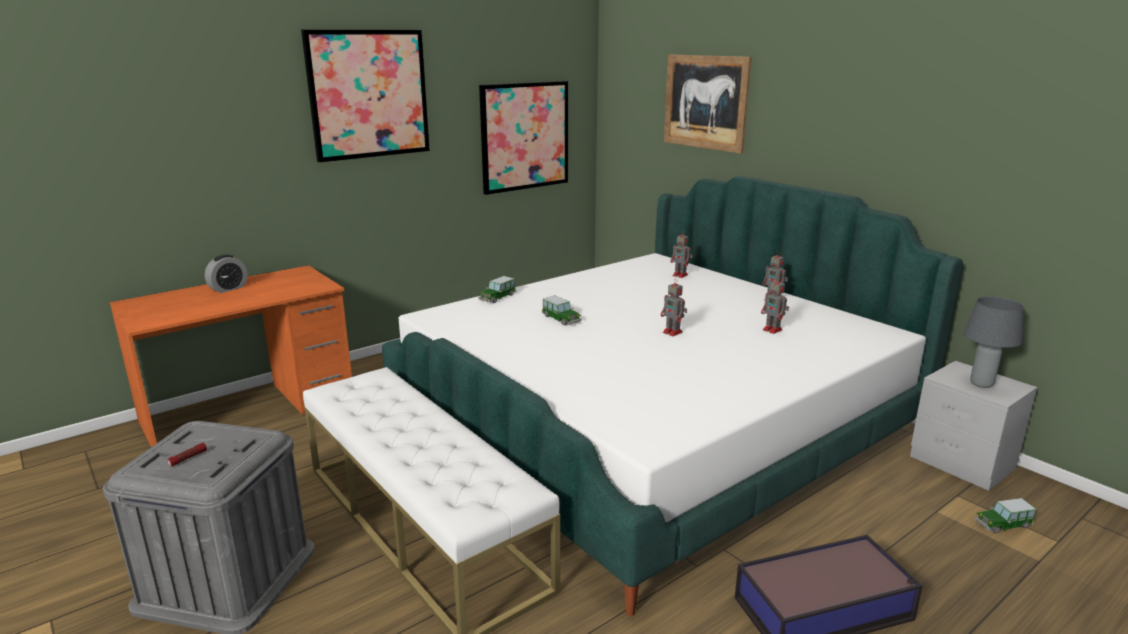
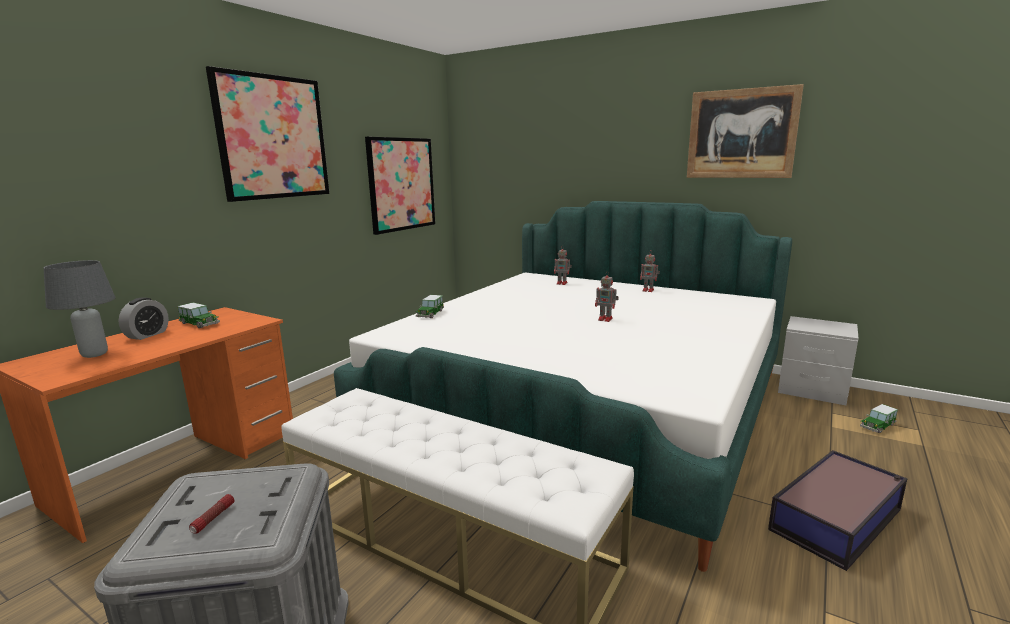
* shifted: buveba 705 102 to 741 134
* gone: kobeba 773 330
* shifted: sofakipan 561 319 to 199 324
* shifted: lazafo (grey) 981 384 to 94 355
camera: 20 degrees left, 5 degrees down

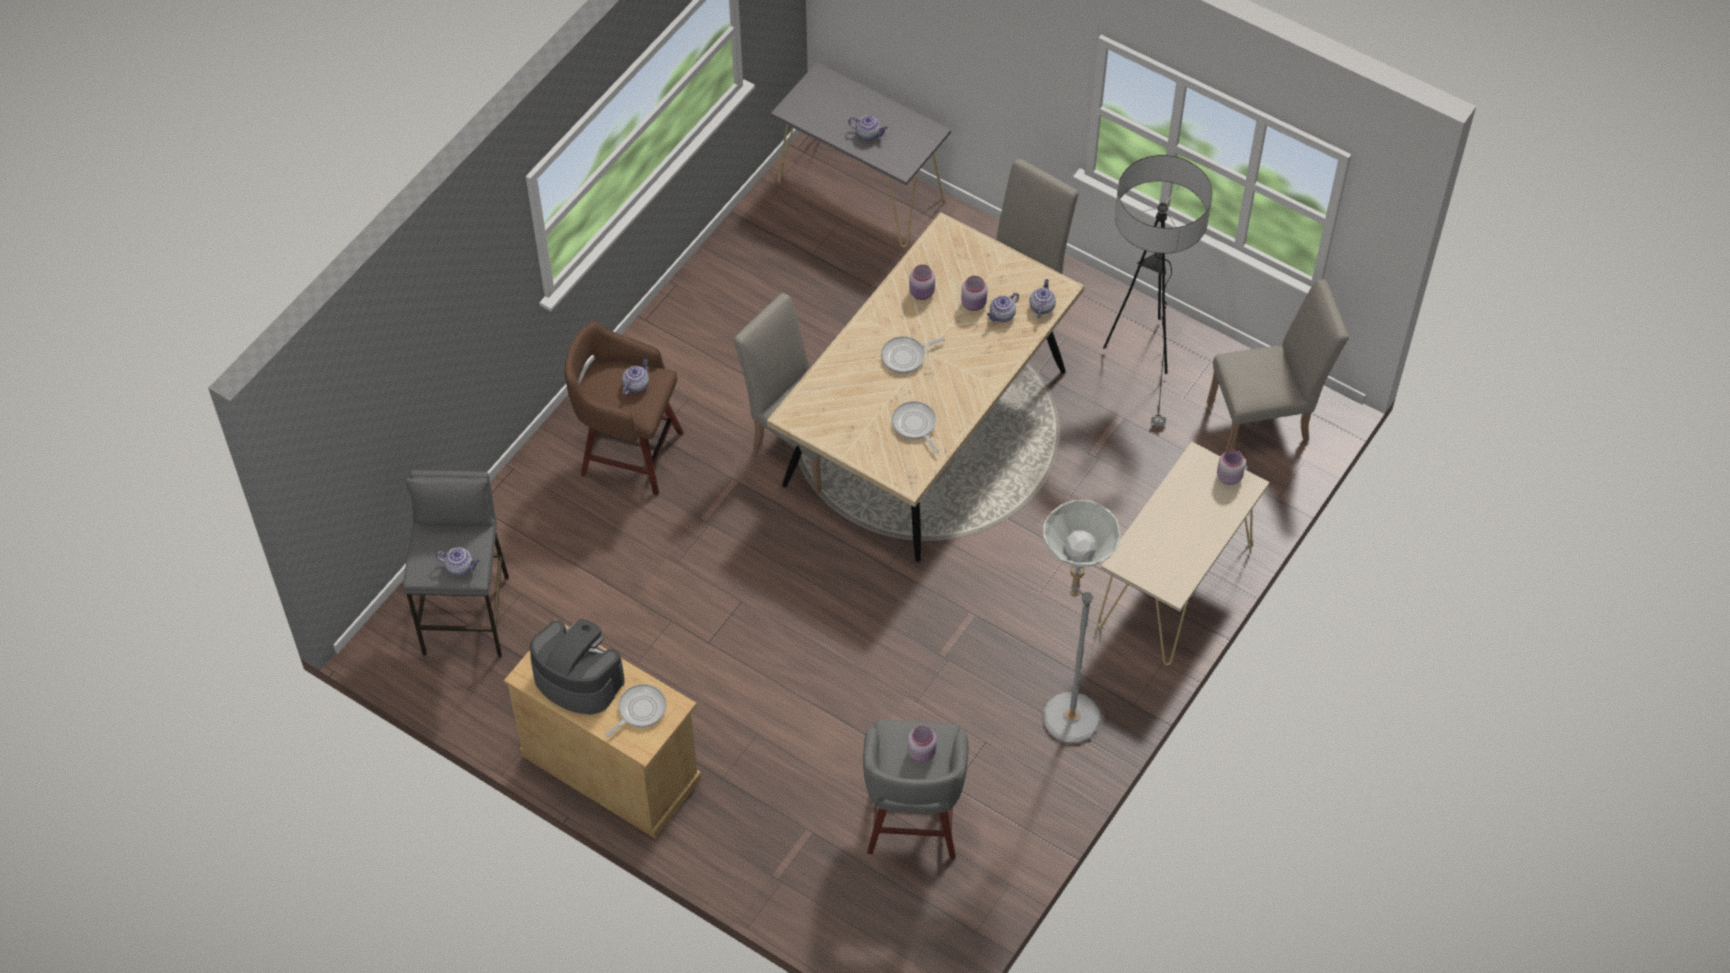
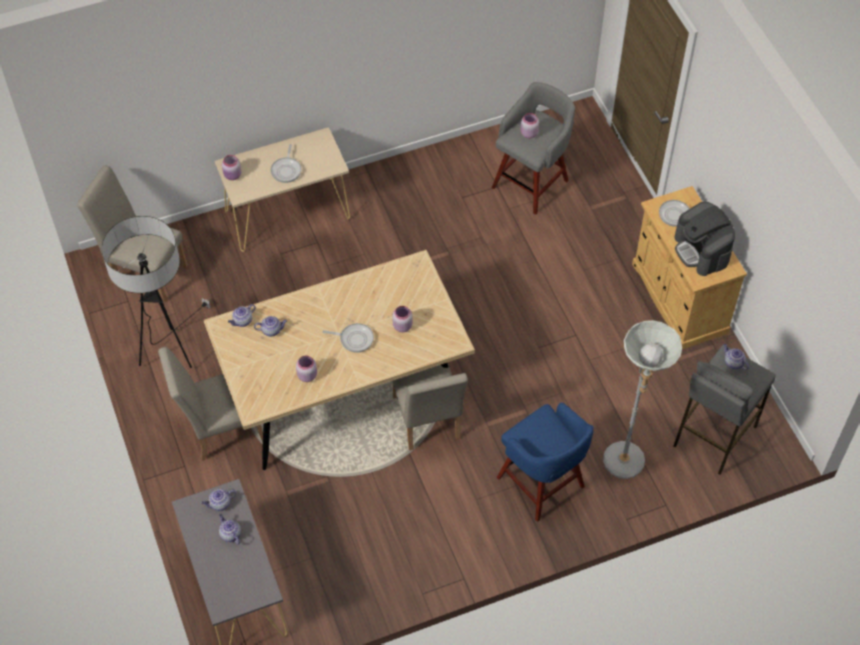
* shifted: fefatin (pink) 974 304 to 402 326
* repainted: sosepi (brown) 628 452 to sosepi (blue) 542 484
* shifted: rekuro 636 384 to 220 504
* shifted: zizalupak 915 425 to 286 170
* shifted: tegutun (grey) 1063 709 to 624 468
camera: 145 degrees left, 0 degrees up

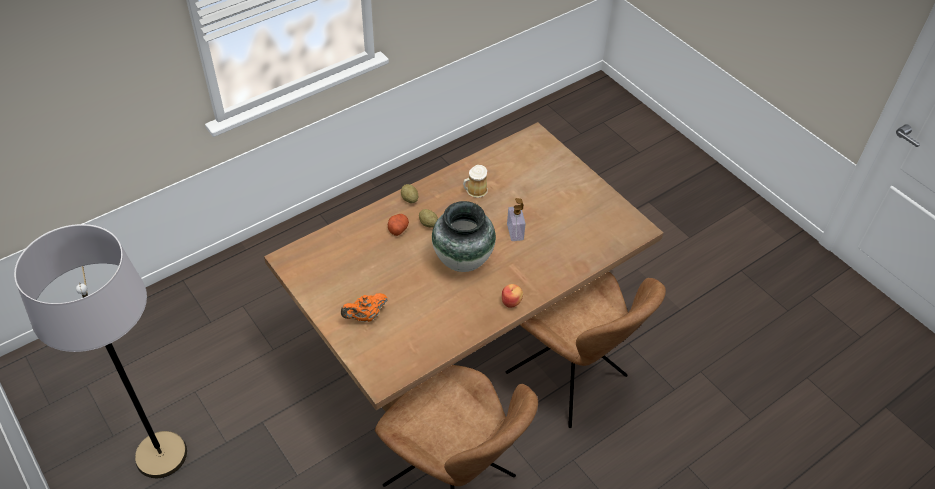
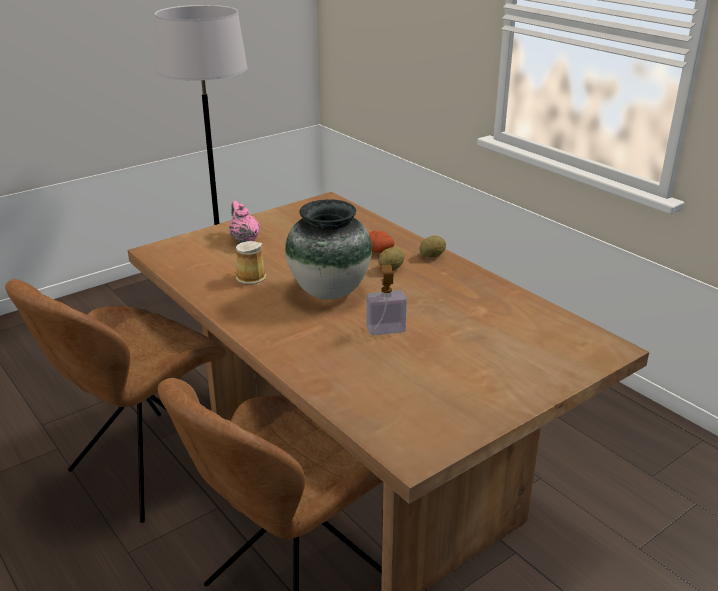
* shifted: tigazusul 475 190 to 250 276
* gone: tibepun 511 301
* repainted: rekuro (orange) 365 316 to rekuro (pink) 244 239
camera: 90 degrees right, 20 degrees down

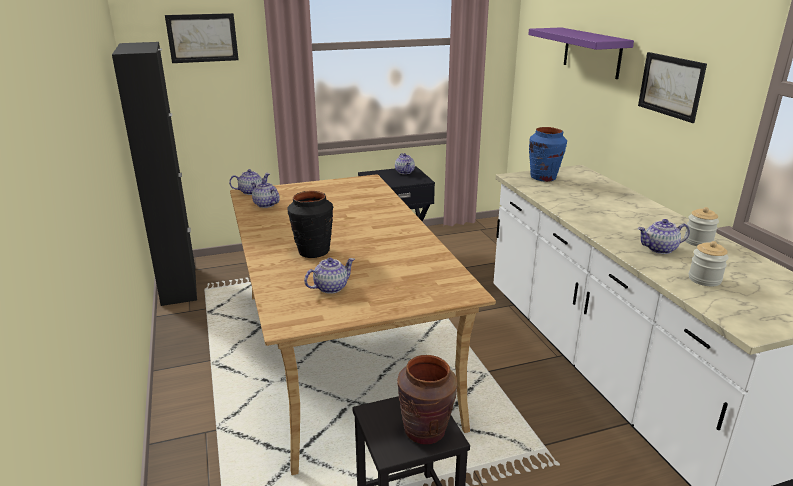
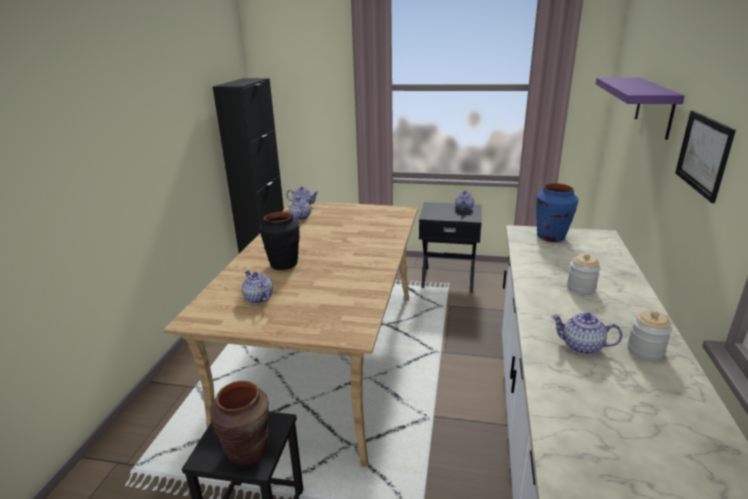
* gone: buveba 202 38
* shifted: fefatin 704 279 to 581 287
* rotated: rekuro 331 287 = 258 298 120 degrees counterclockwise
camera: 30 degrees right, 0 degrees up

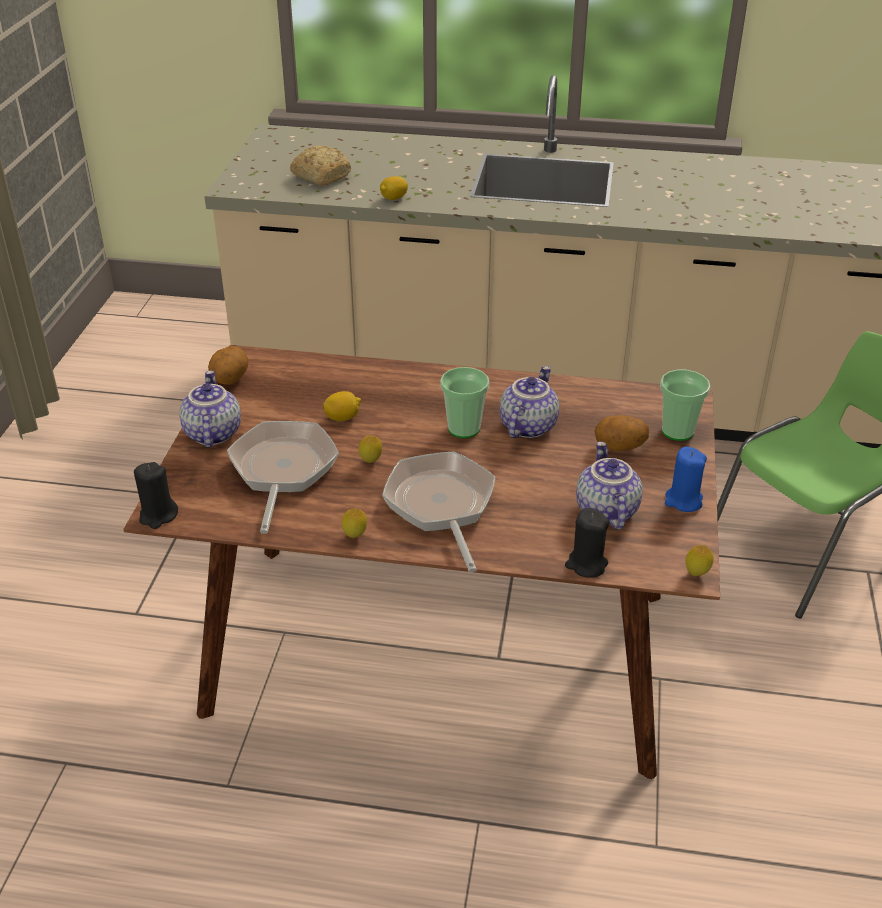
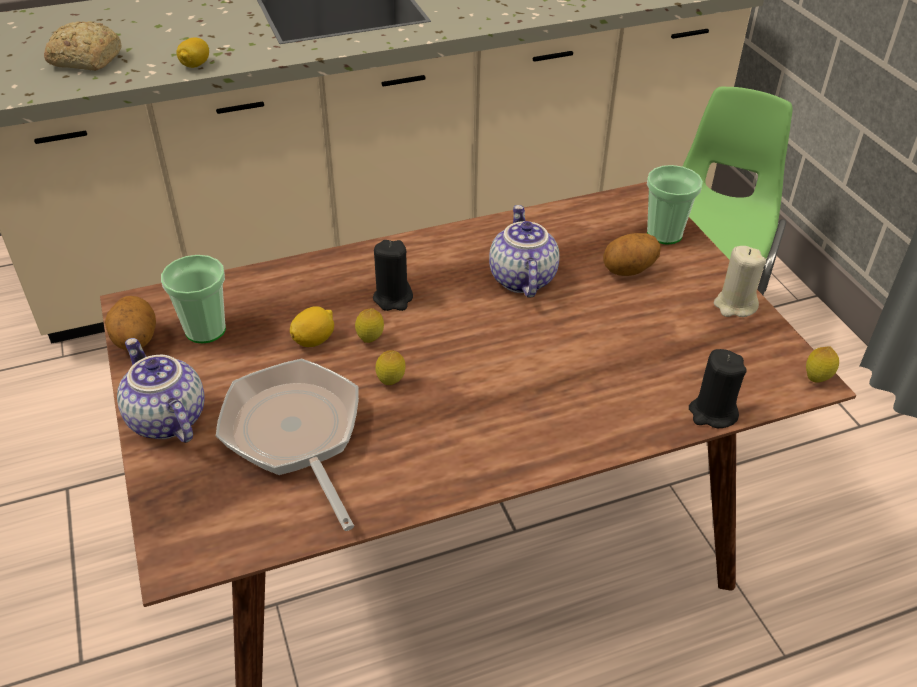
* shifted: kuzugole 464 428 to 205 330
* gone: rekuro 605 511
* repainted: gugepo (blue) 683 501 to gugepo (beige) 734 305
* gone: zizalupak 441 506
* shifted: gugepo (black) 158 515 to 393 298
* shifted: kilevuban 355 536 to 370 340
camera: 30 degrees left, 5 degrees up

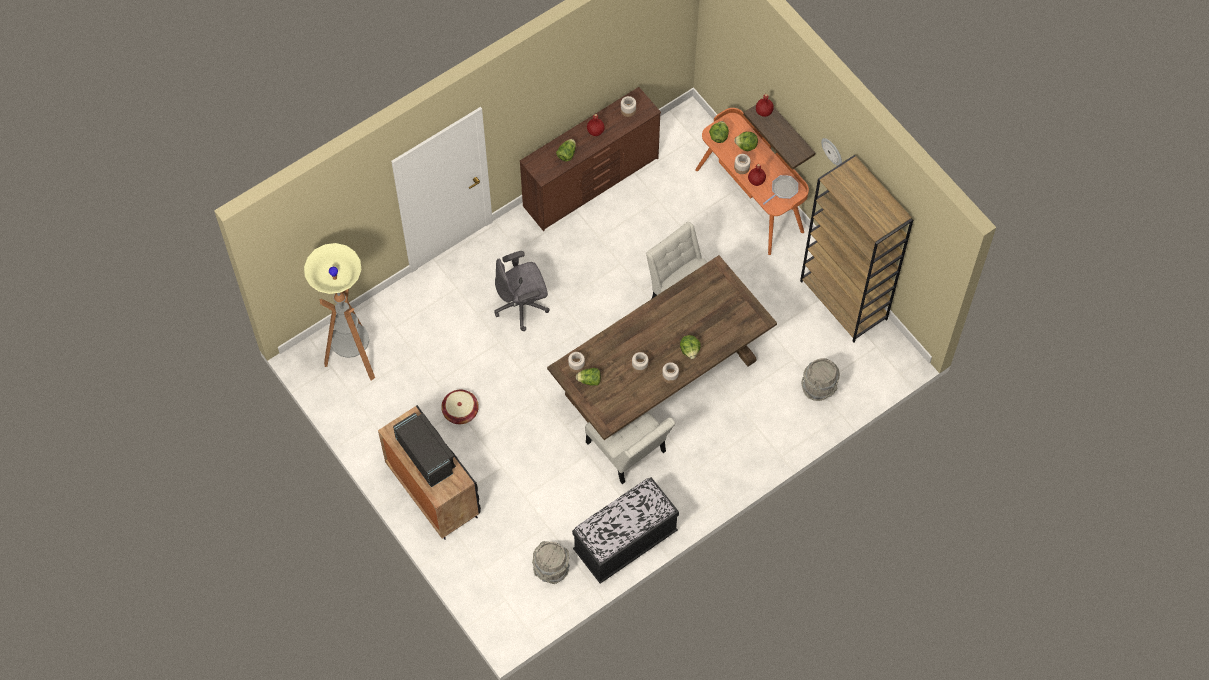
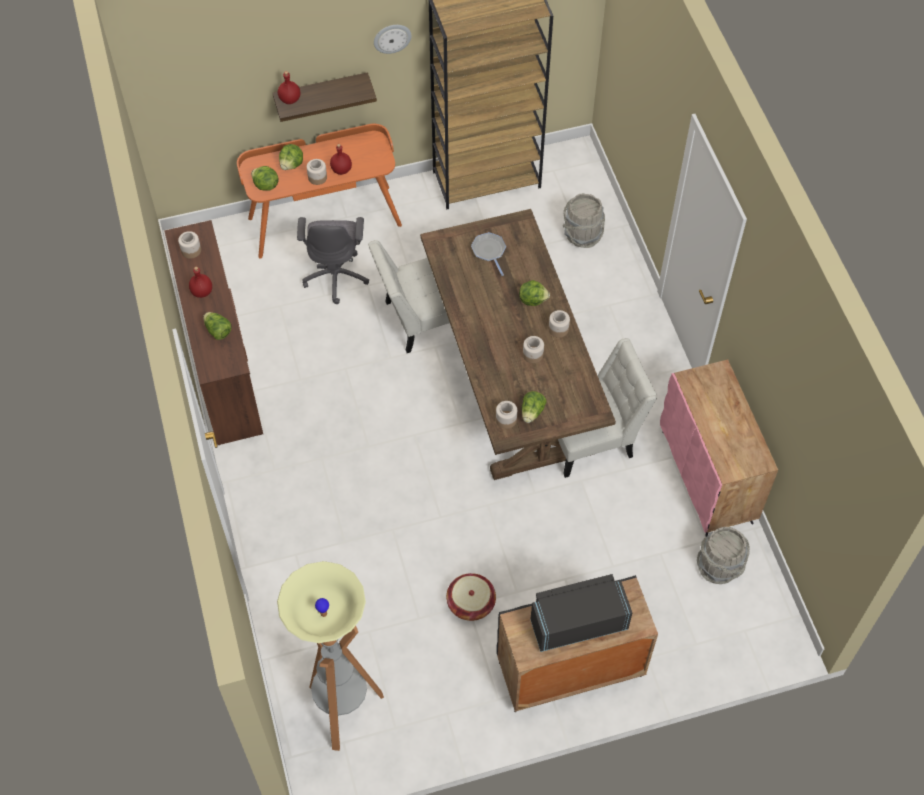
* shifted: zizalupak 783 190 to 489 251
* shifted: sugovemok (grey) 522 306 to 336 276
* swapped: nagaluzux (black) 625 542 to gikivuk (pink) 707 477
camera: 70 degrees left, 5 degrees down

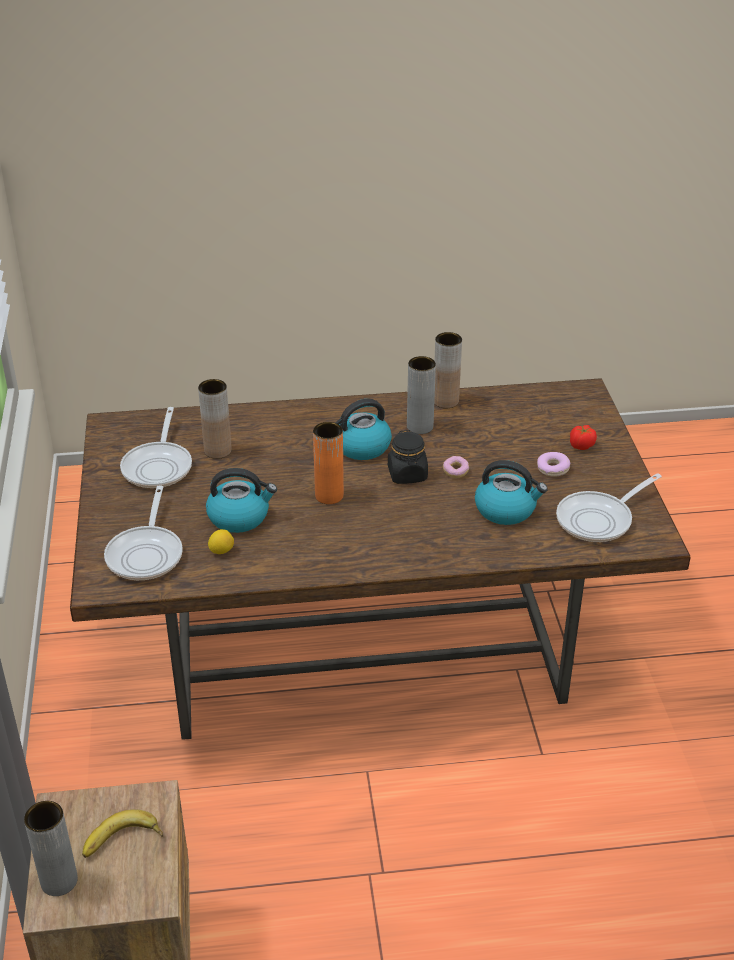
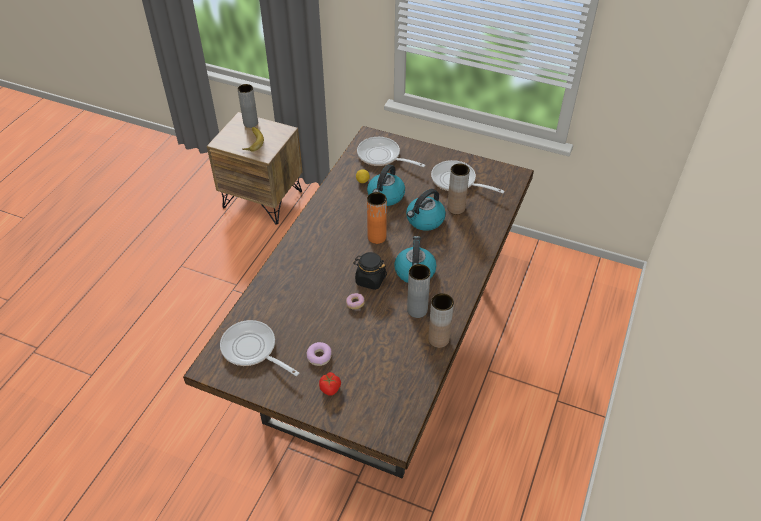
* shifted: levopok 506 510 to 425 220
* rotated: zizalupak 599 520 = 252 350 45 degrees counterclockwise
camera: 120 degrees right, 10 degrees up

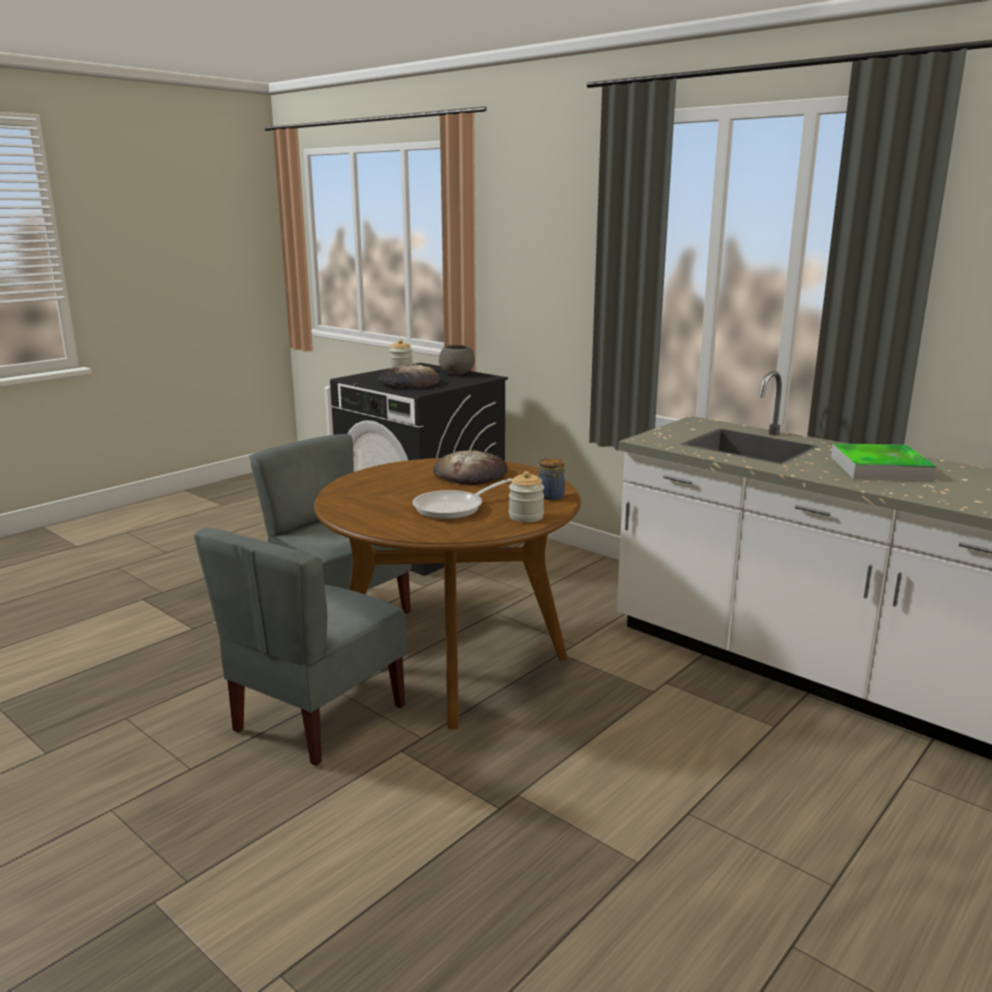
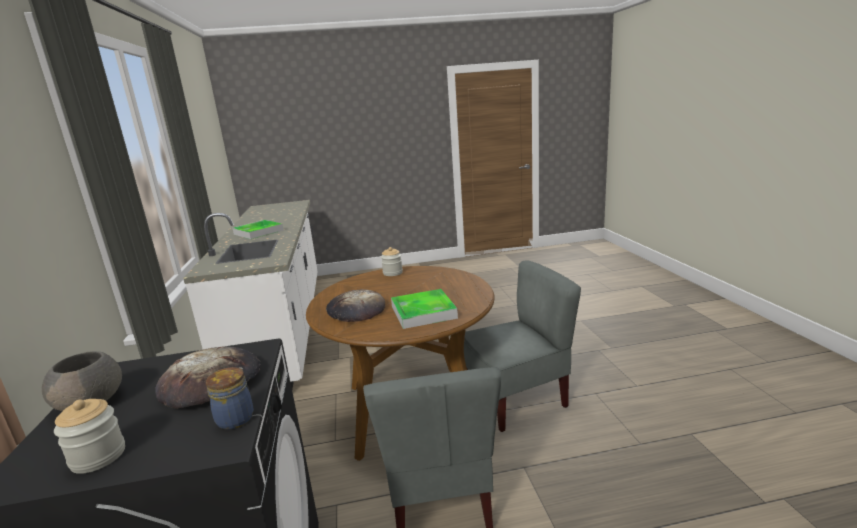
* shifted: fefatin 551 497 to 236 418
* gone: zizalupak 454 508
* new: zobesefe 423 312
camera: 140 degrees left, 0 degrees up

